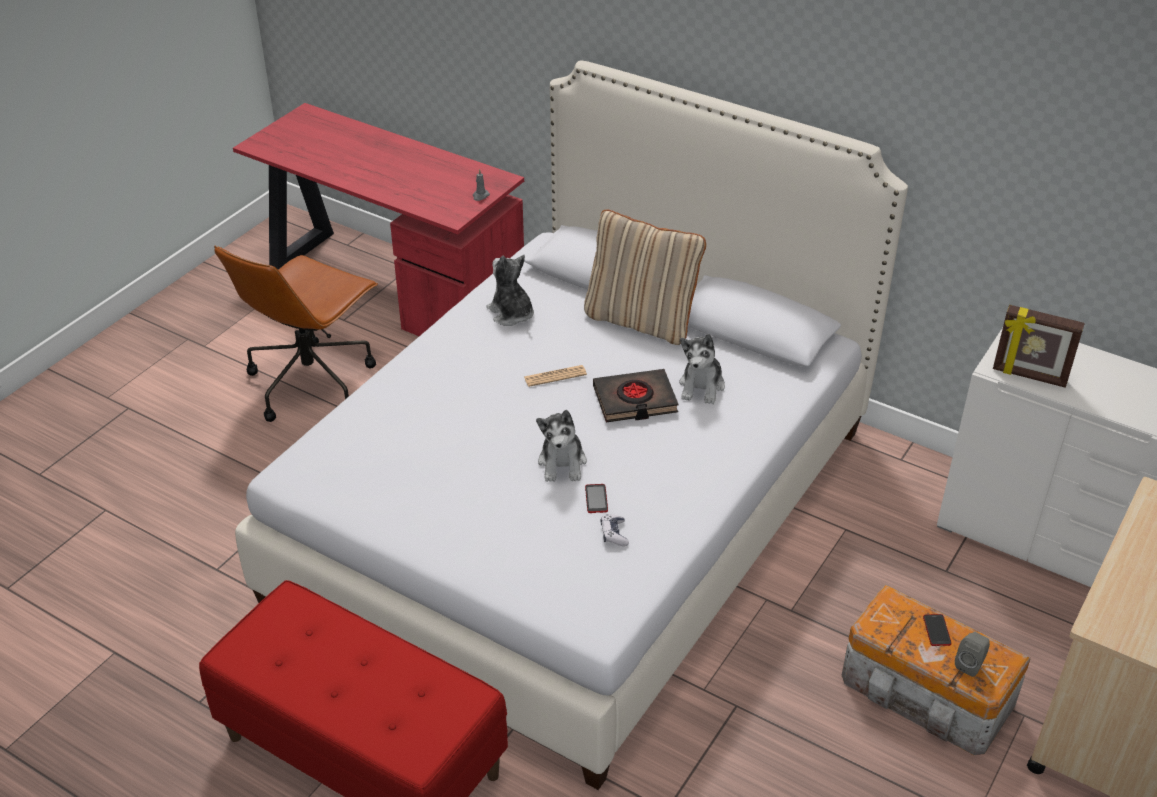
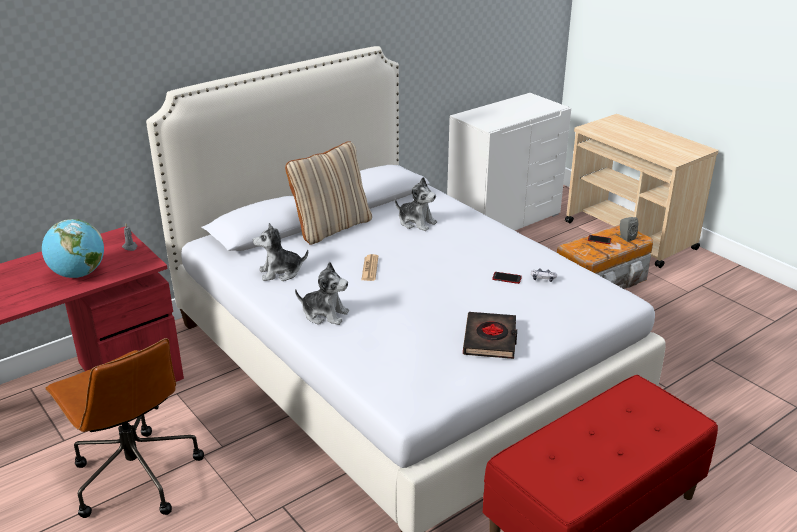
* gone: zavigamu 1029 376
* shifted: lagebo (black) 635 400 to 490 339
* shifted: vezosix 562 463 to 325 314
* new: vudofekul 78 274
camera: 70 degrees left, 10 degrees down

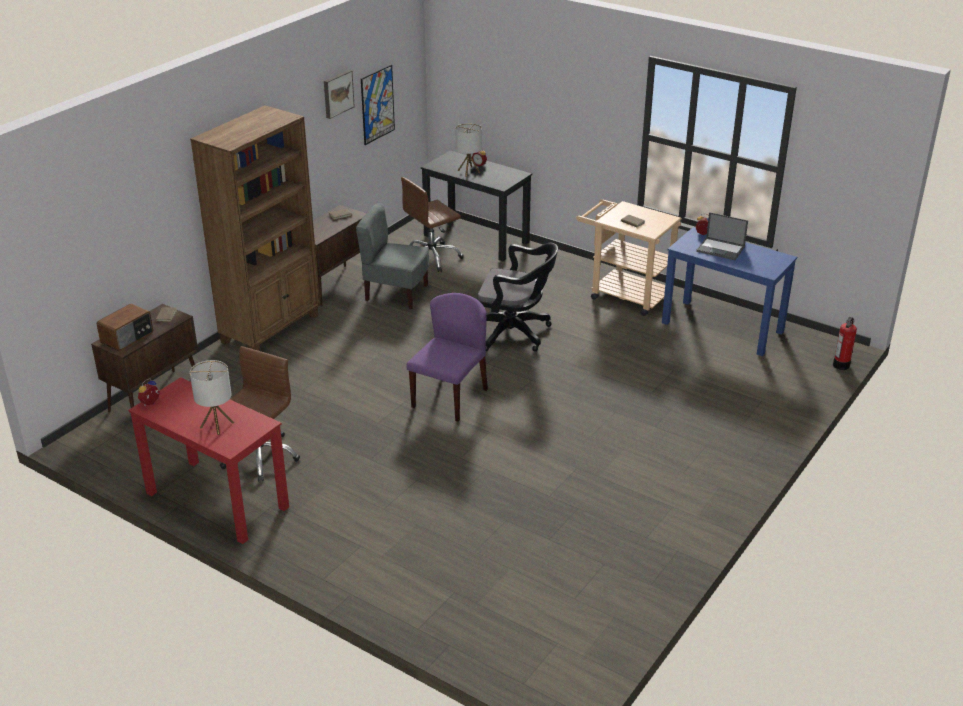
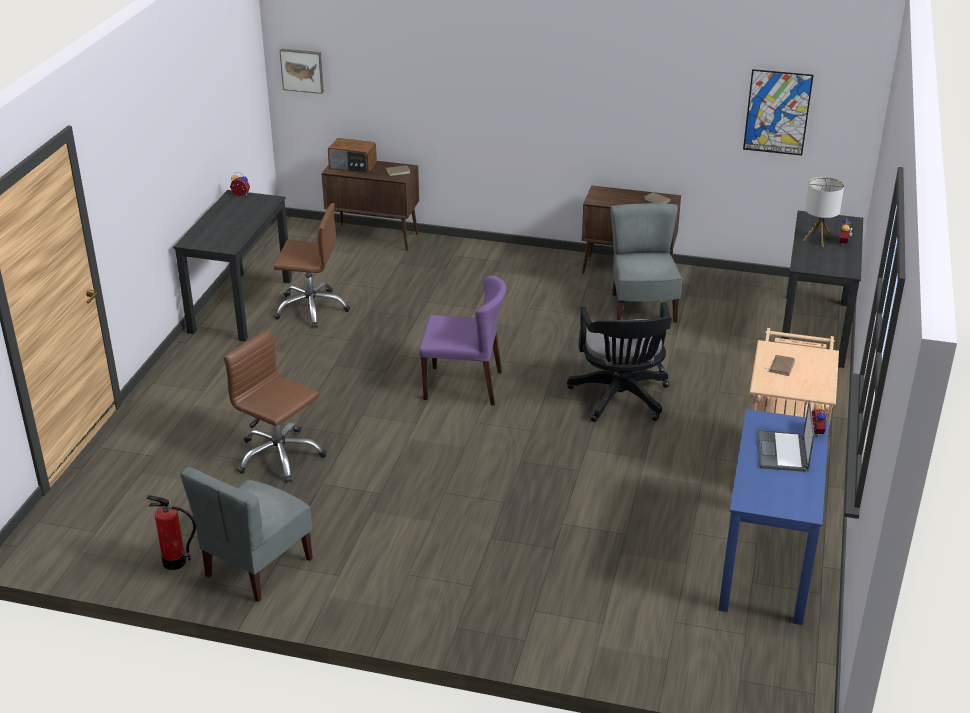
* shifted: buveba 337 93 to 302 70
* gone: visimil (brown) 271 329
* shifted: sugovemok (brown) 432 258 to 279 456
* shifted: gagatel 841 365 to 174 562
* gone: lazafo 216 425
* repainted: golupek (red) 216 500 to golupek (black) 241 305
* new: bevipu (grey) 257 567
camera: 70 degrees right, 0 degrees up

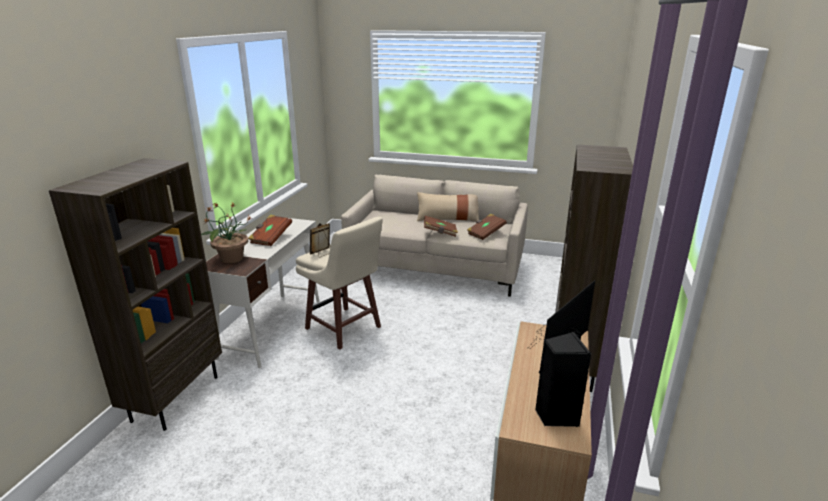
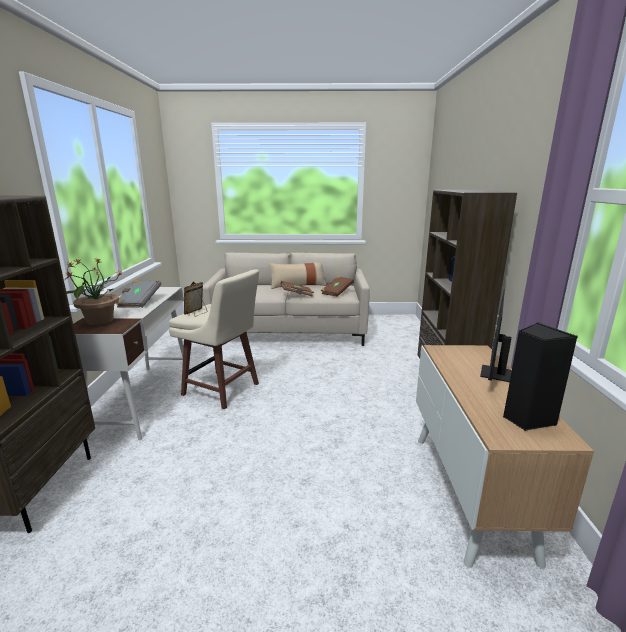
* repainted: lagebo (brown) 270 238 to lagebo (grey) 139 302
camera: 15 degrees left, 5 degrees down

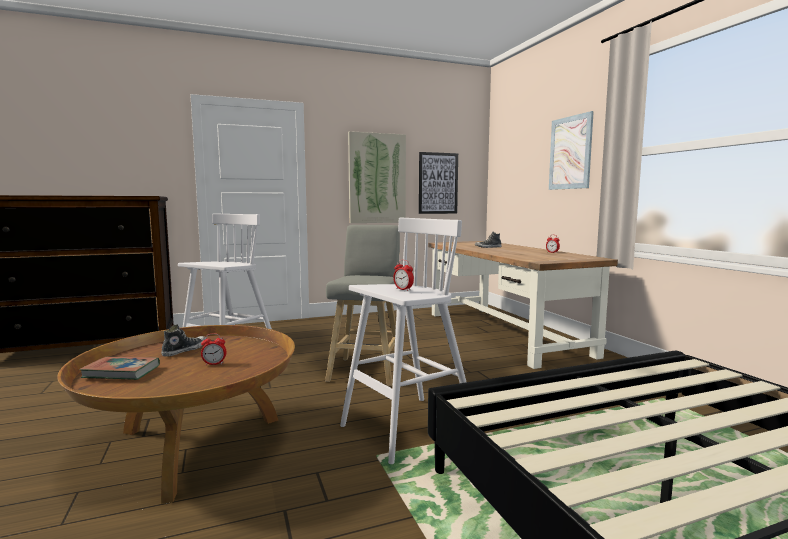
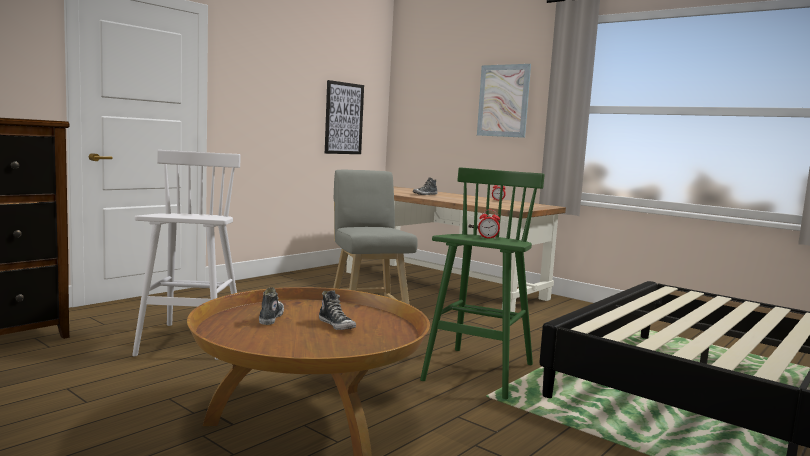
* gone: buveba 377 178
* repainted: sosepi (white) 406 428 to sosepi (green) 478 373
* swapped: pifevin 214 364 to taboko 337 325
* gone: lagebo 121 372
camera: 30 degrees left, 0 degrees up

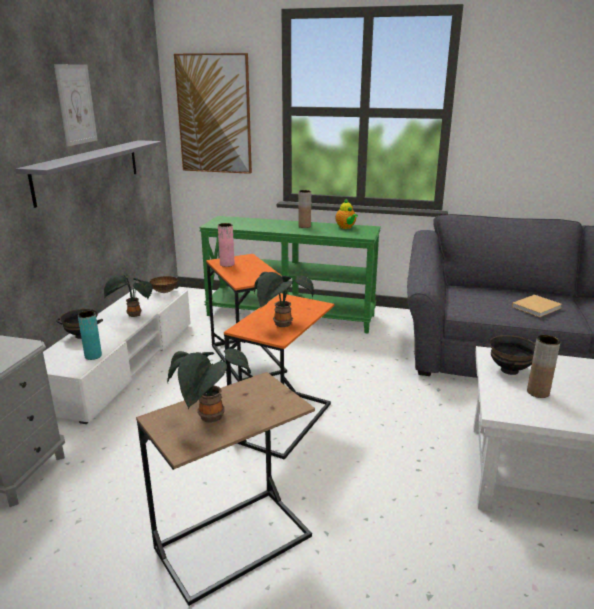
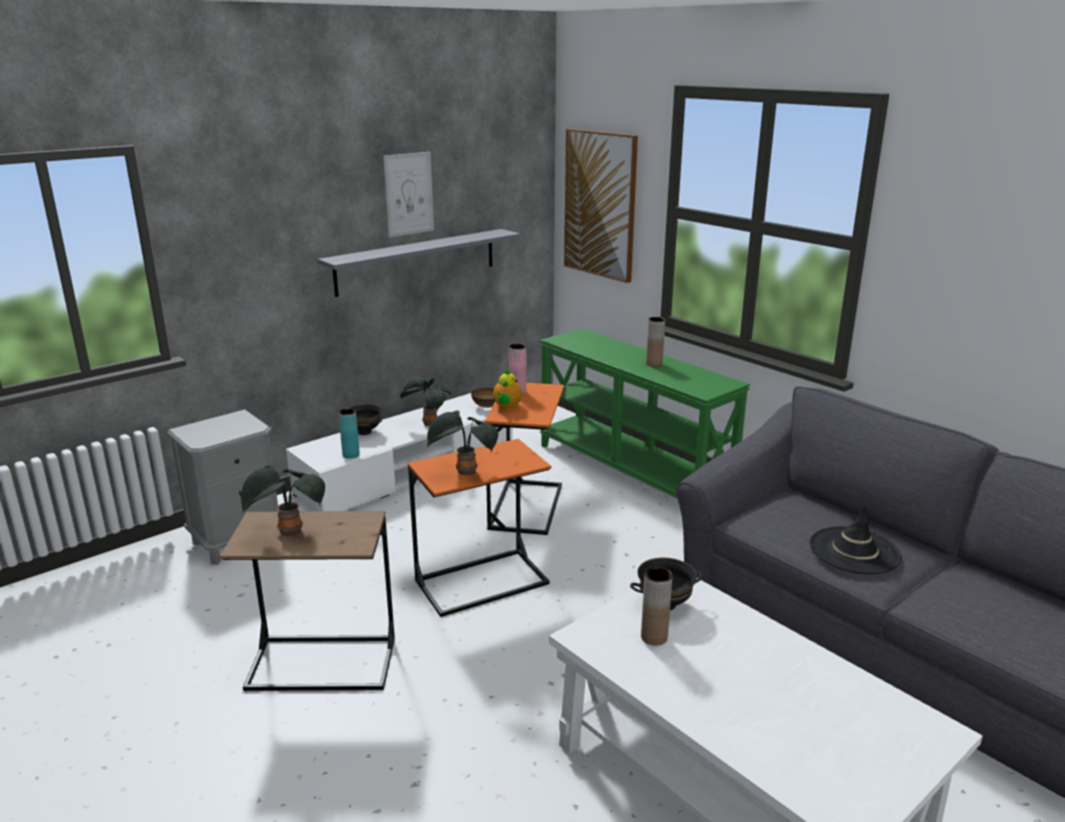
* shifted: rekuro 346 227 to 507 407
* swapped: lagebo (beige) 537 307 to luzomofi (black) 854 551
camera: 35 degrees right, 0 degrees up

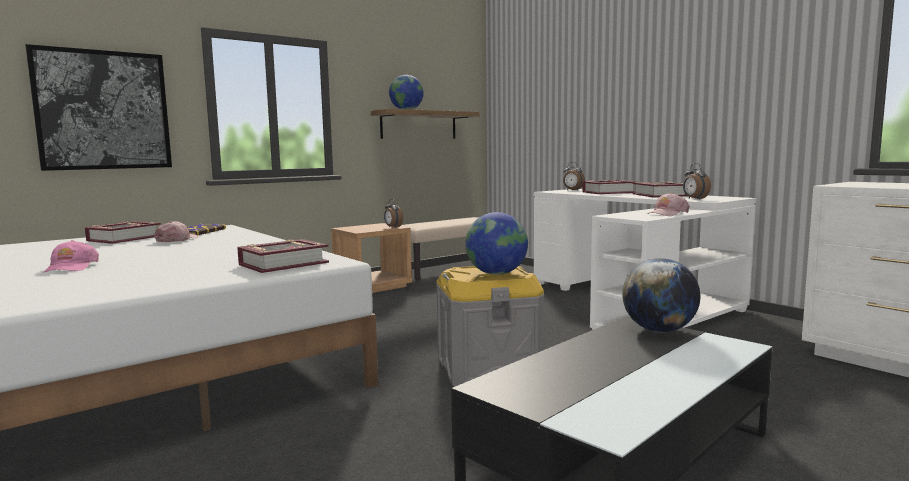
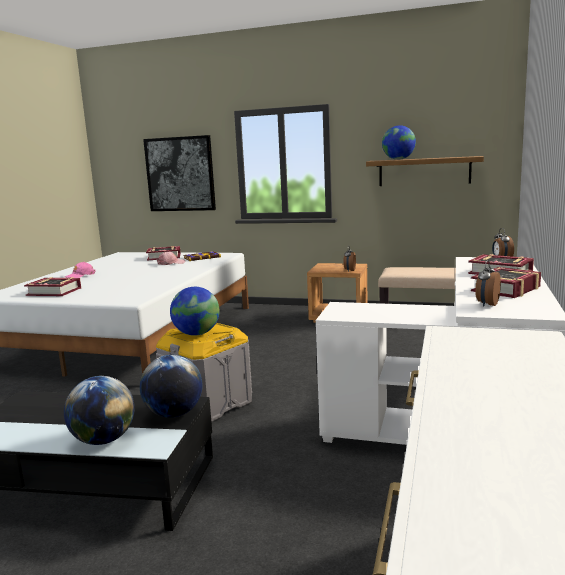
* gone: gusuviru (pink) 667 214
* shifted: lagebo 283 264 to 54 292
* new: vudofekul 104 440
camera: 55 degrees right, 5 degrees up

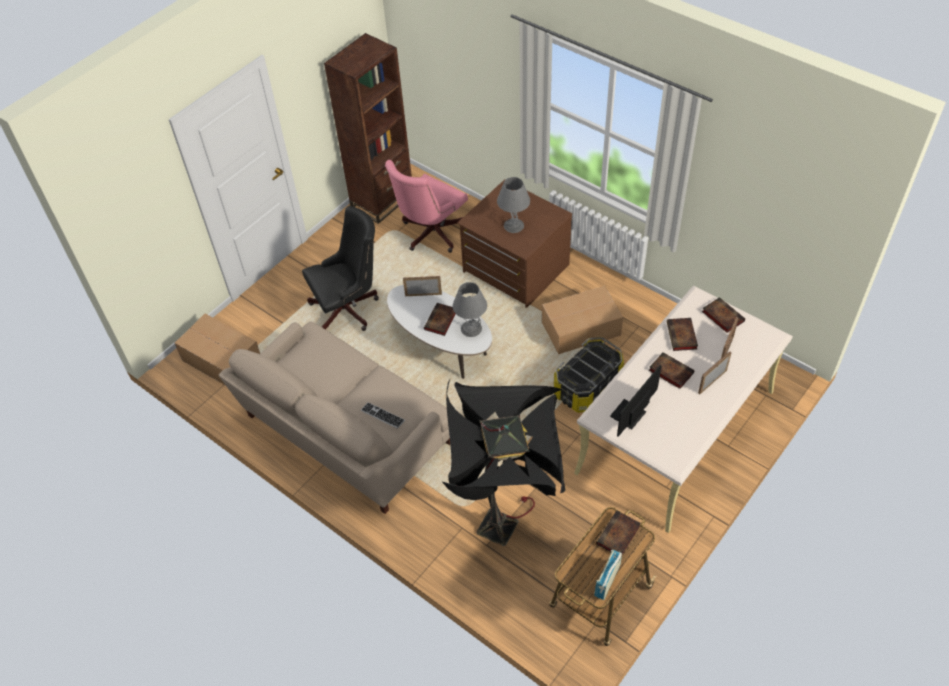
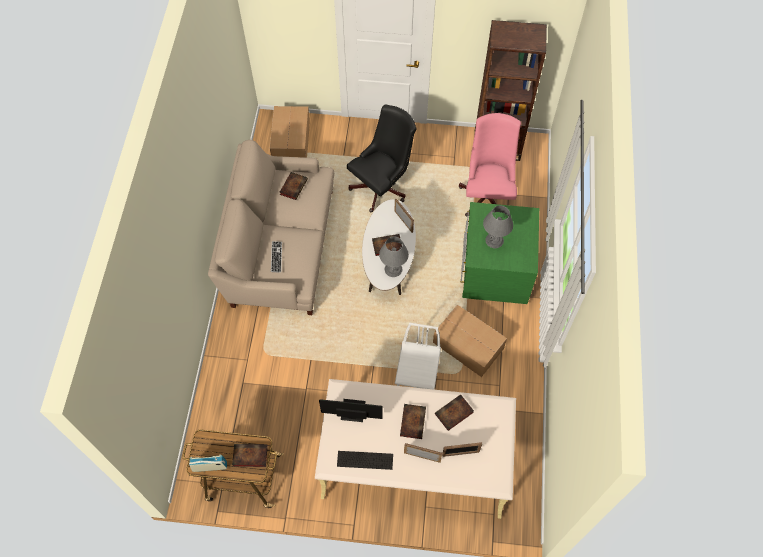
* rotated: sugovemok (pink) 430 234 = 487 195 90 degrees clockwise
* repainted: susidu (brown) 515 269 to susidu (green) 494 269
* rotated: sugovemok (black) 349 309 = 382 186 75 degrees counterclockwise
* shifted: lagebo 721 316 to 293 186
* swapped: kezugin 587 385 to bevipu (white) 417 377
* gone: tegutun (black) 506 532
* new: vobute 365 460
camera: 55 degrees right, 10 degrees up

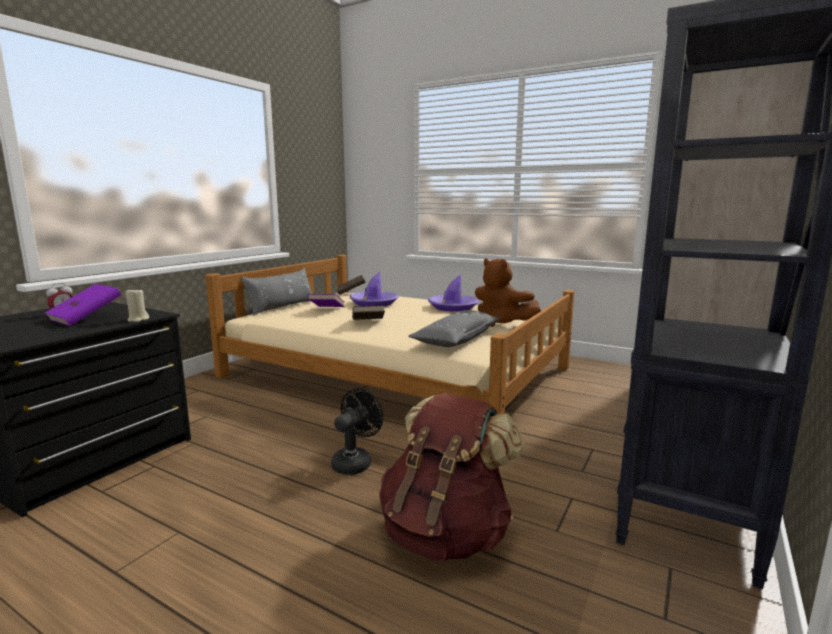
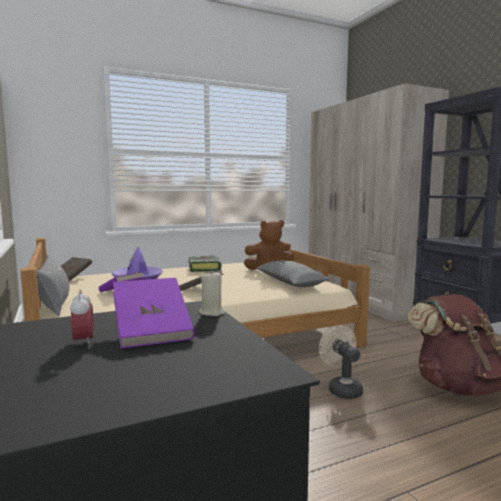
* swapped: luzomofi (purple) 453 307 to lagebo 205 269
* repainted: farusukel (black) 355 462 to farusukel (beige) 341 389
camera: 55 degrees left, 5 degrees down

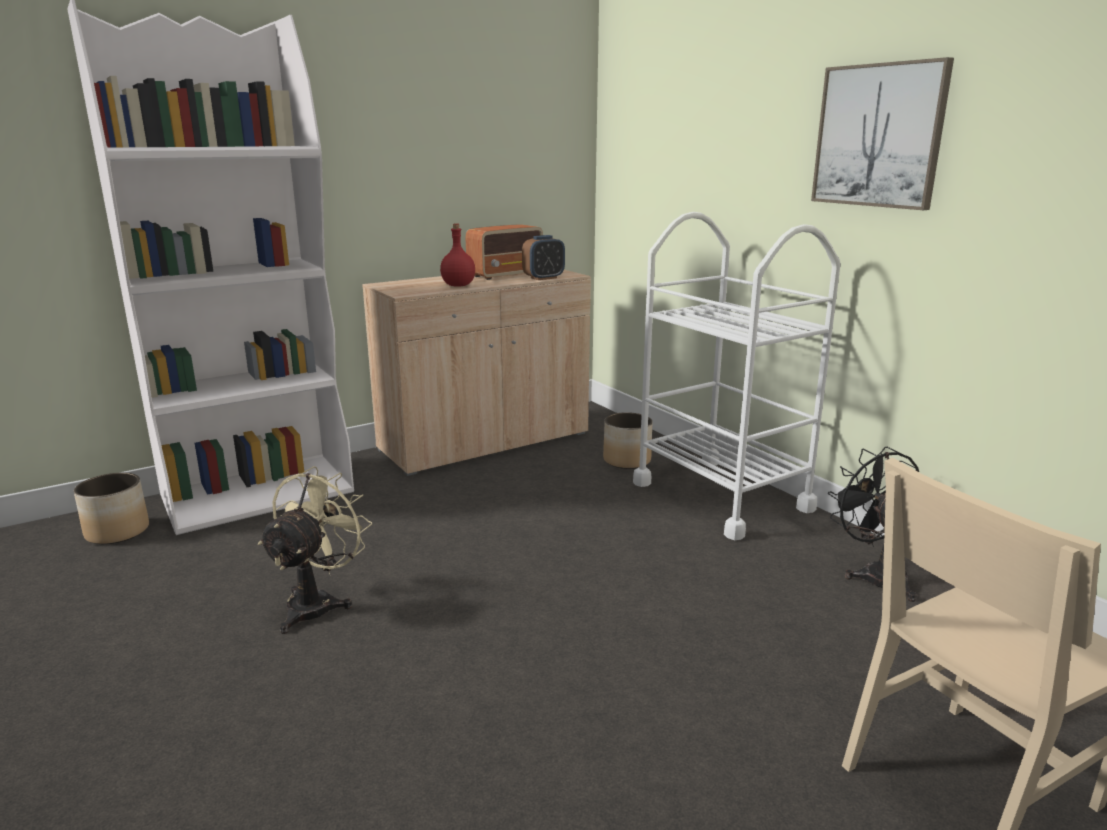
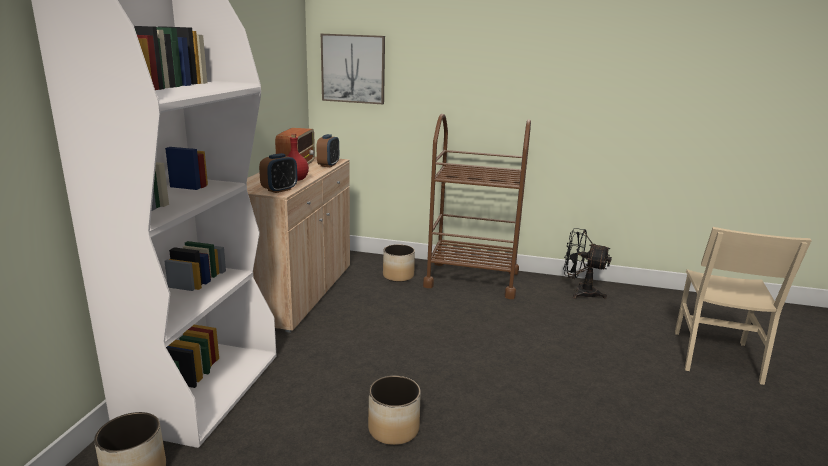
* shifted: buveba 878 136 to 353 69
* repainted: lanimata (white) 721 496 to lanimata (brown) 472 279
* swapped: farusukel (beige) 318 603 to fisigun 393 429
* new: pifevin 279 190
camera: 45 degrees left, 0 degrees up

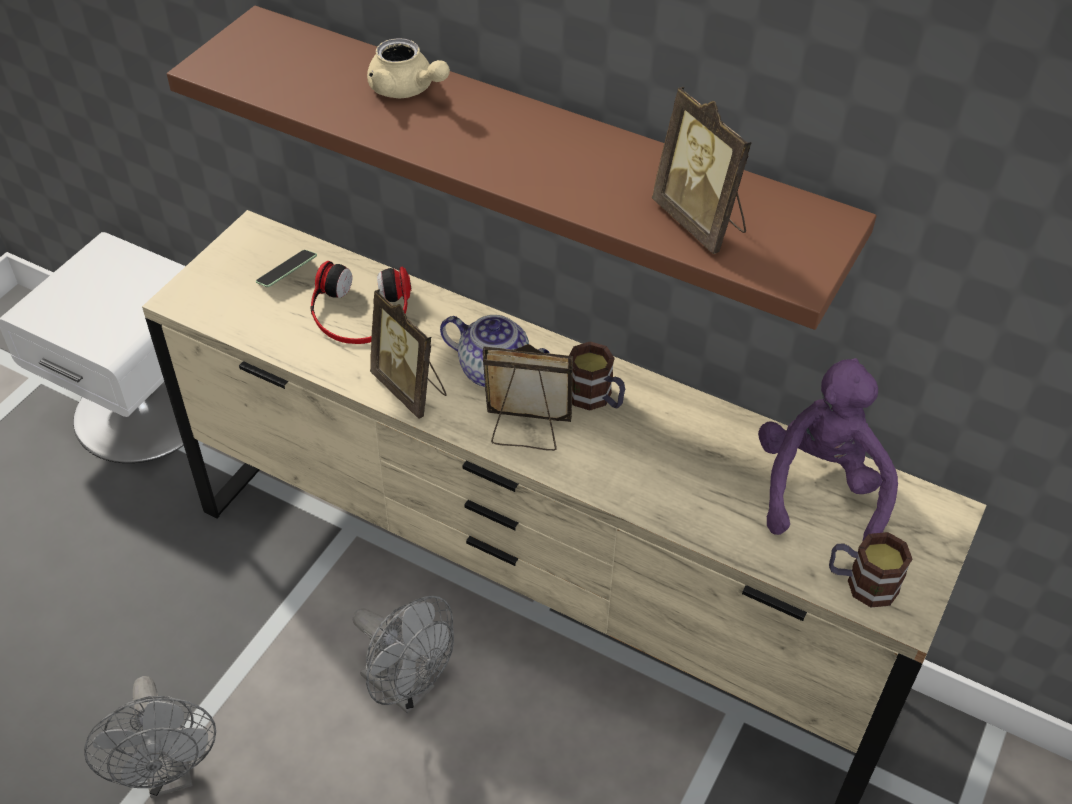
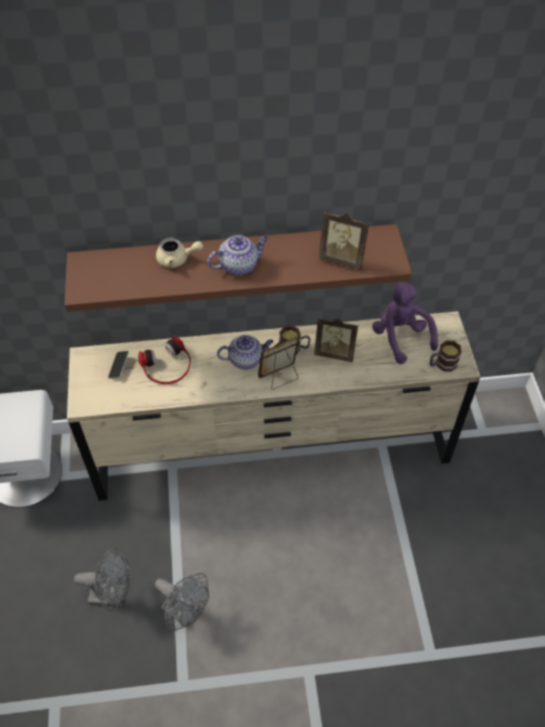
* shifted: zavigamu 411 389 to 335 352
* shifted: farusukel (grey) 407 688 to 113 595
* new: rekuro 239 265
camera: 35 degrees left, 5 degrees up

